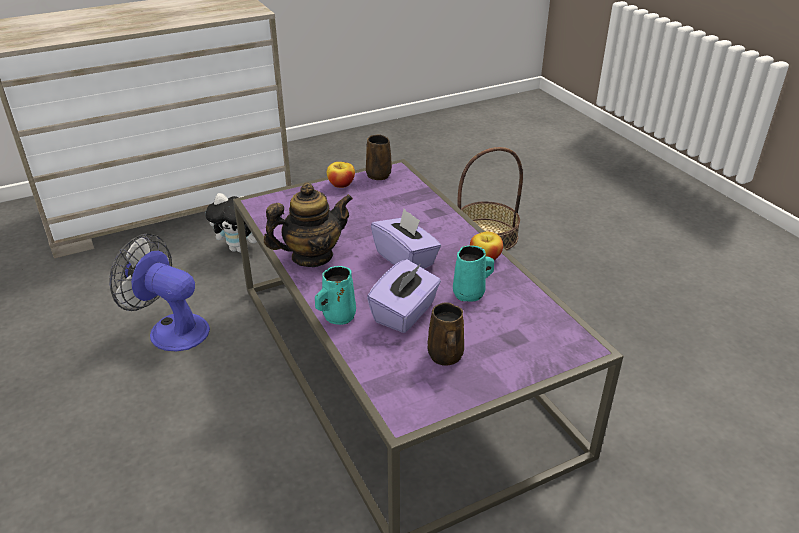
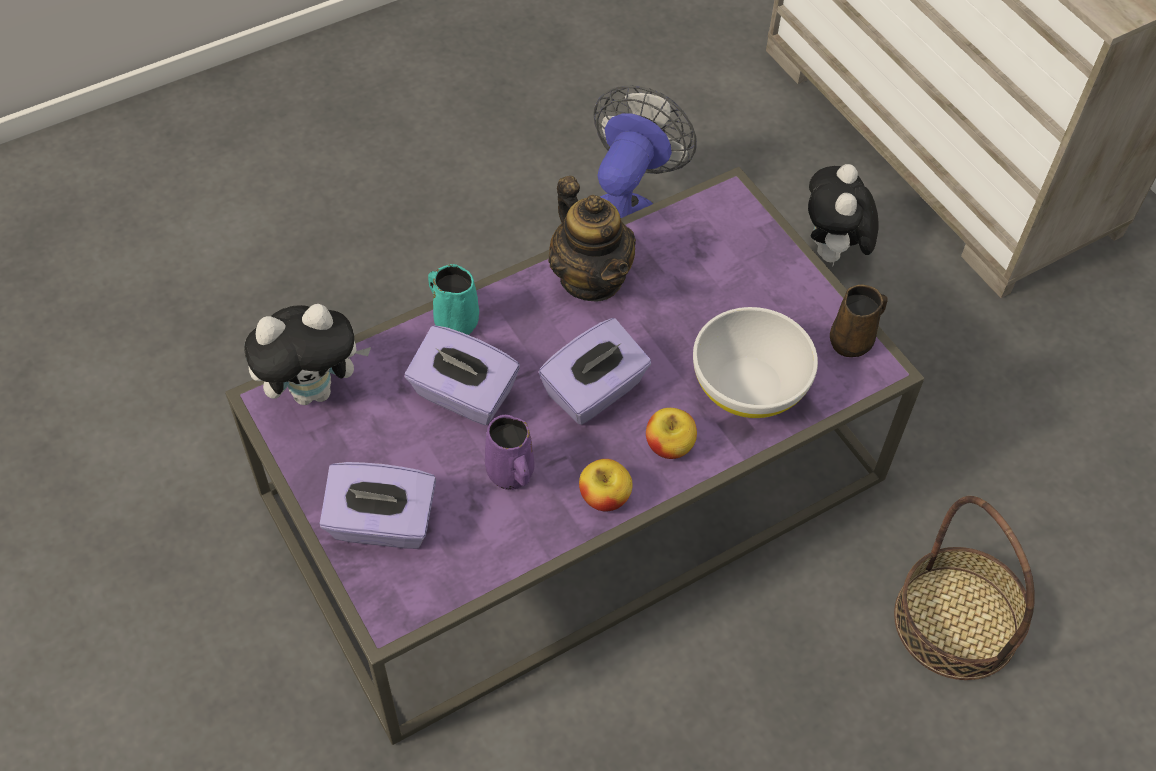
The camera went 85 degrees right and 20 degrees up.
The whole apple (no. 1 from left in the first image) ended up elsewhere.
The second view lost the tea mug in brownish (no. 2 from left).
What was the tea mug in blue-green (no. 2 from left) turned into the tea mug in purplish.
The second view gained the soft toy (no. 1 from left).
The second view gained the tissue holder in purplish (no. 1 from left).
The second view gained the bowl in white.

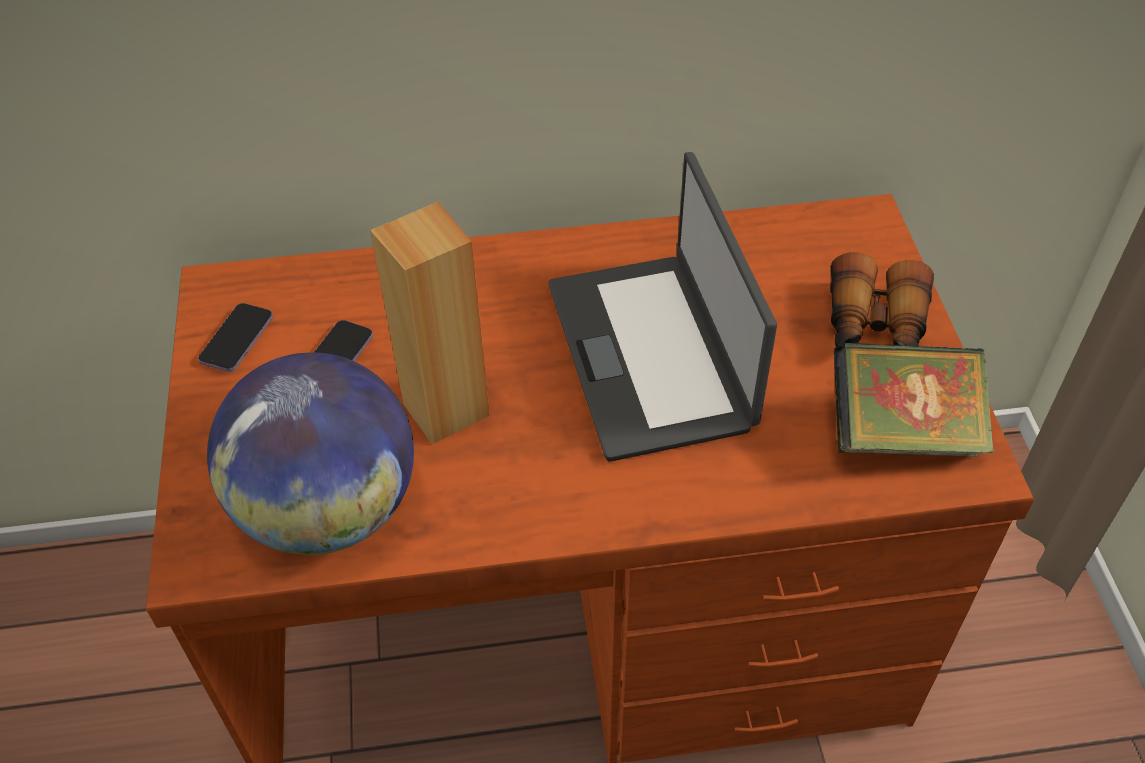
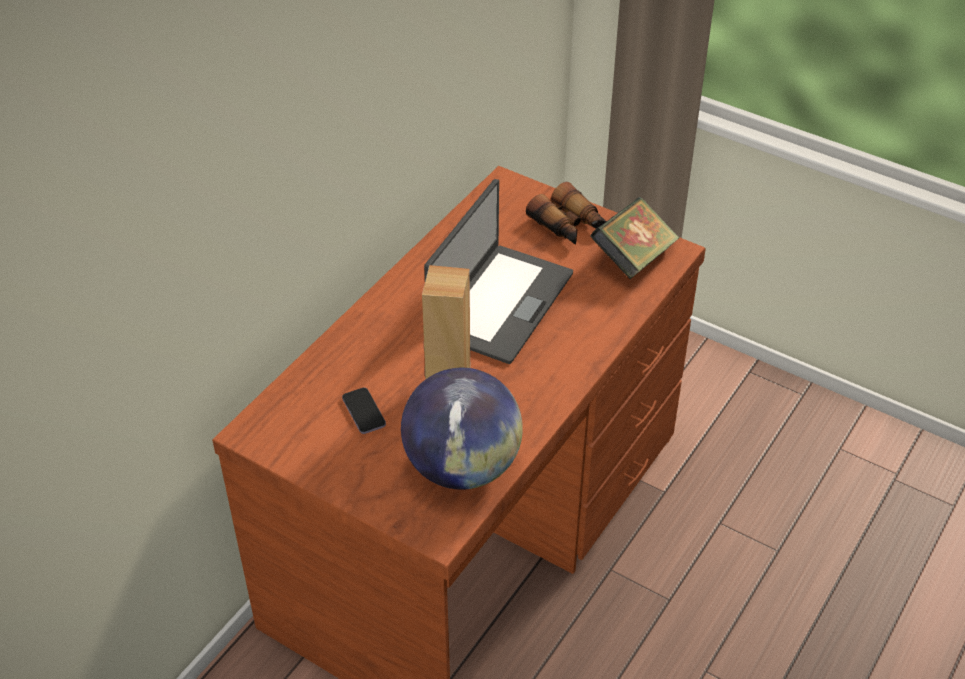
The camera went 50 degrees left and 5 degrees down.
The second view lost the telephone (no. 1 from left).
The laptop ended up facing another way, 90 degrees counterclockwise from before.

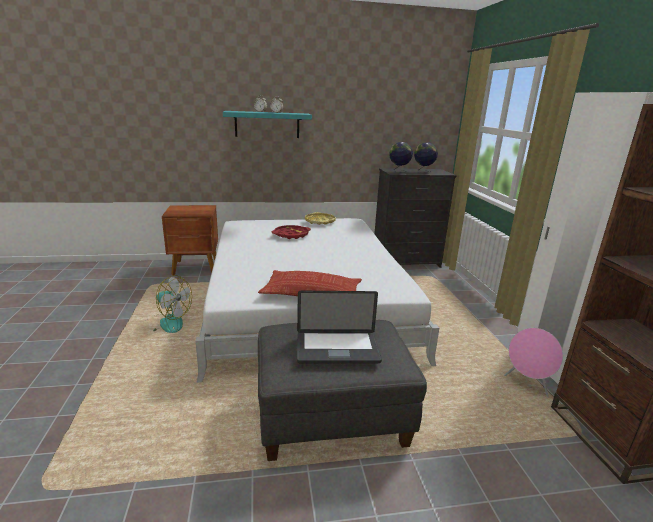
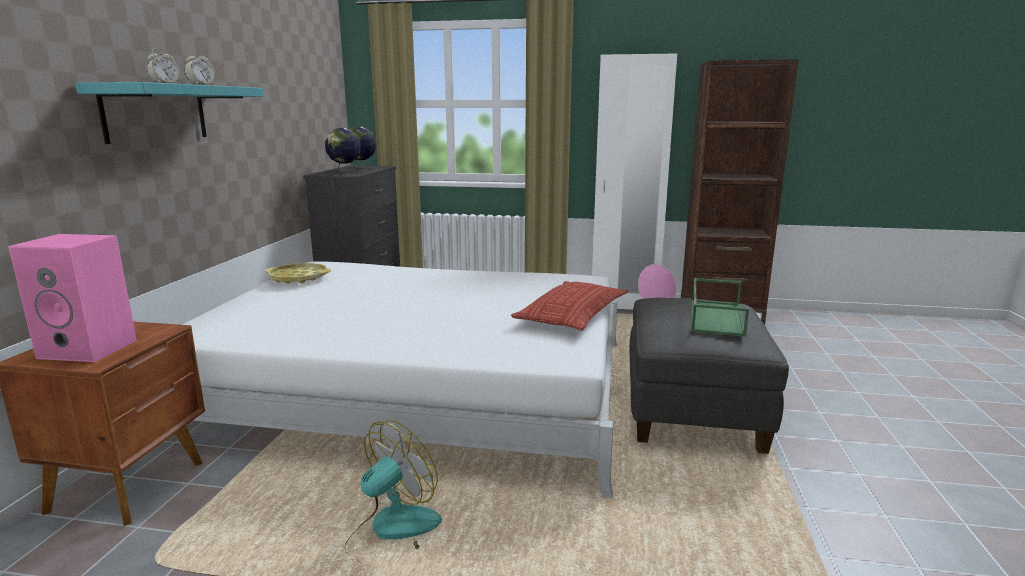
The camera went 70 degrees left and 5 degrees down.
The second view lost the tray in red.
Where the laptop stood, the tray in green-coloured came to stand.
The second view gained the loudspeaker in pink-coloured (no. 1 from left).

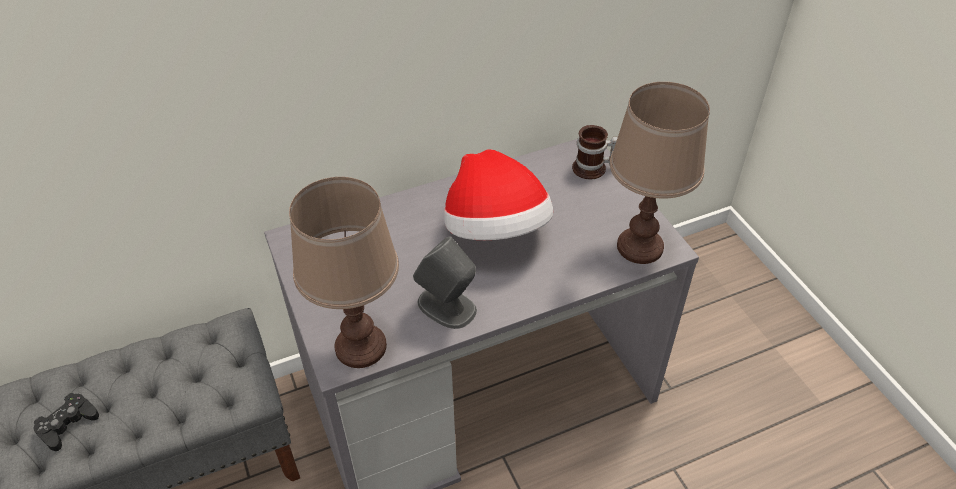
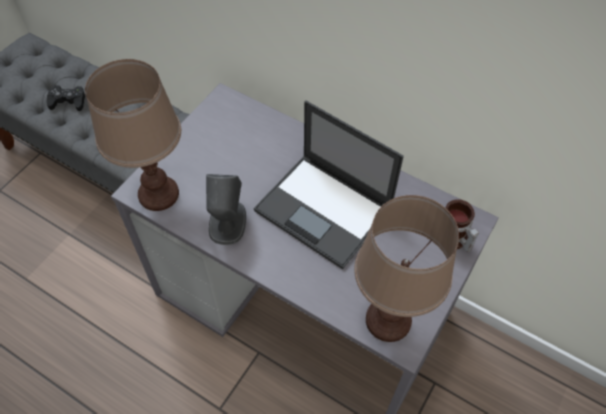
The camera went 55 degrees right and 10 degrees up.
Where the clothing hat stood, the laptop came to stand.

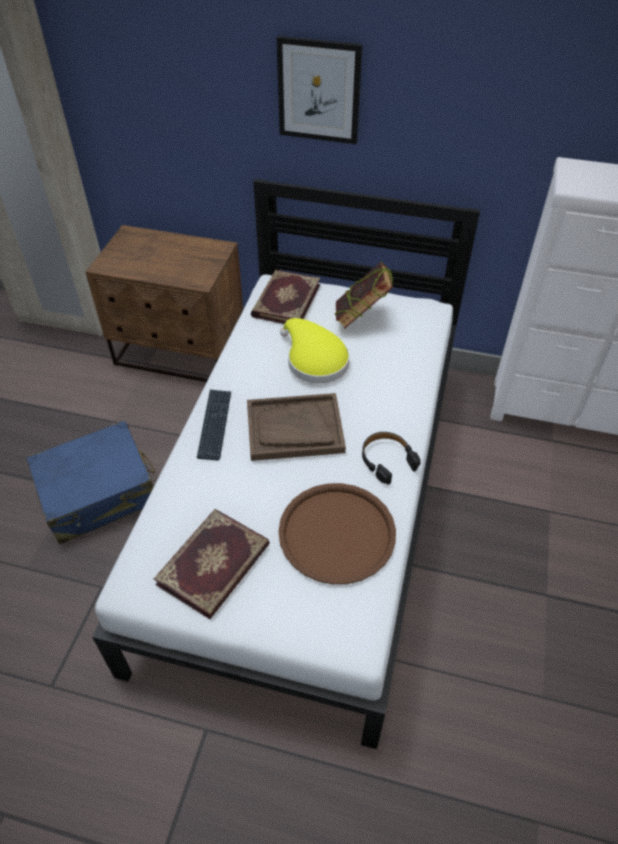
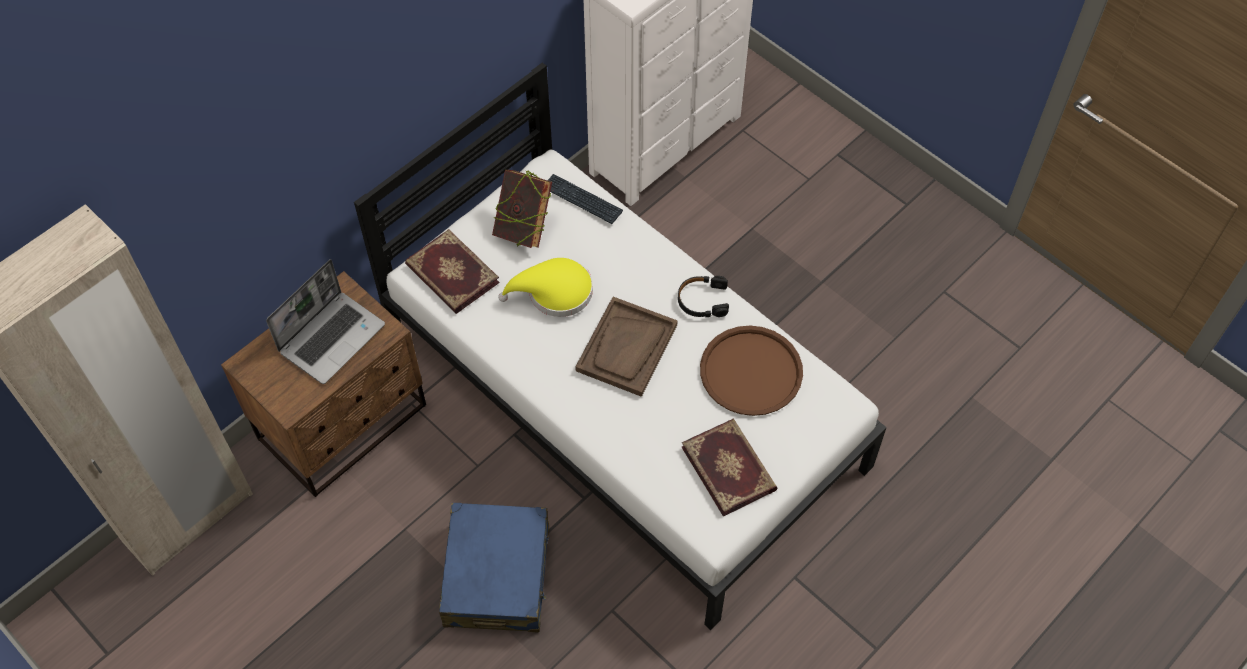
The camera went 60 degrees left and 10 degrees up.
The PC keyboard ended up elsewhere.
The second view lost the wall picture.
The second view gained the laptop.

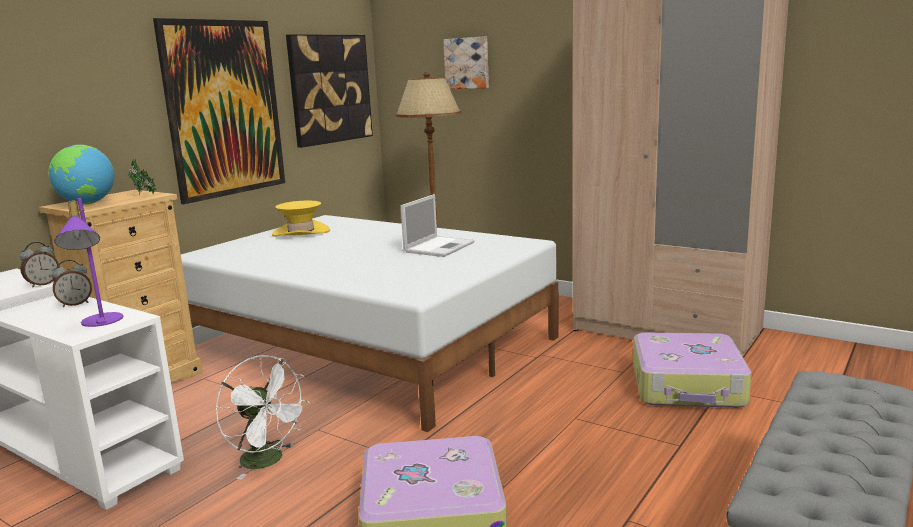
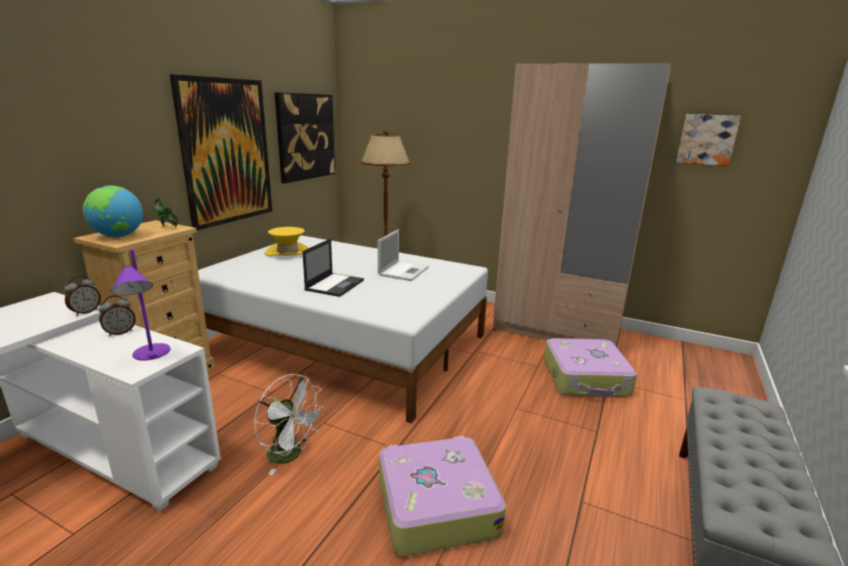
The camera went 10 degrees left and 5 degrees up.
The wall picture (no. 3 from left) ended up elsewhere.
The second view gained the laptop (no. 1 from left).

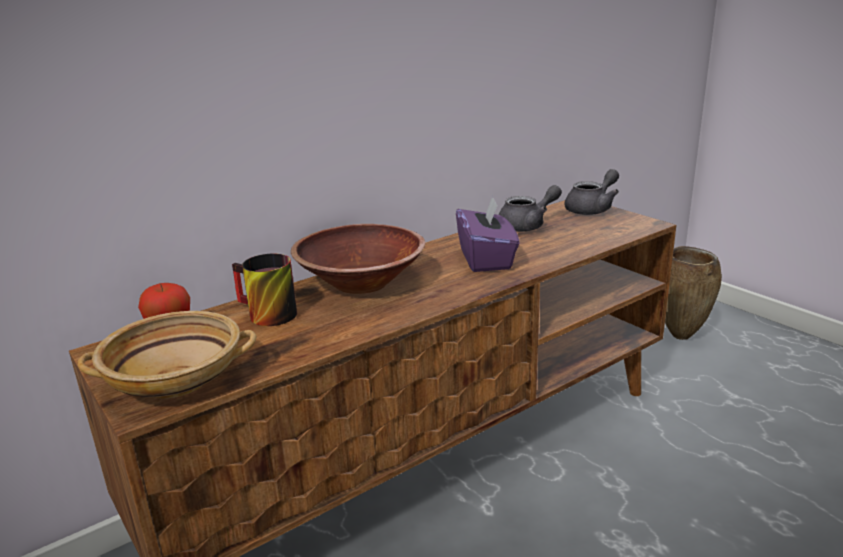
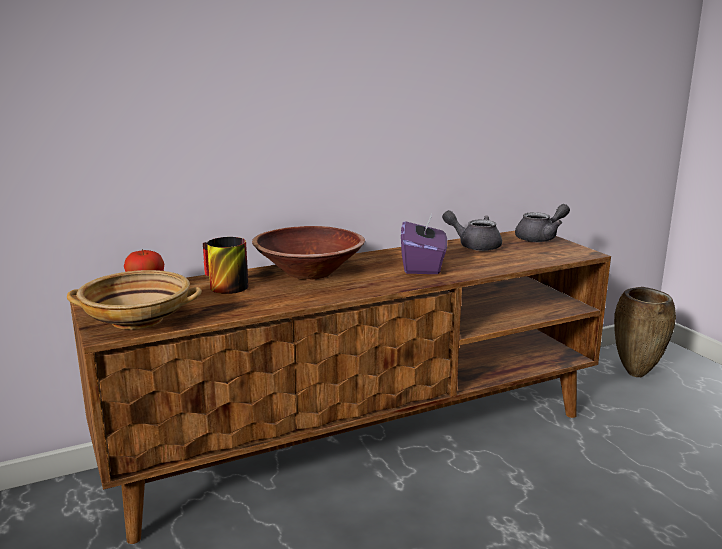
The camera went 10 degrees right and 5 degrees down.
The pot for tea in greyish (no. 1 from left) ended up facing another way, 135 degrees counterclockwise from before.

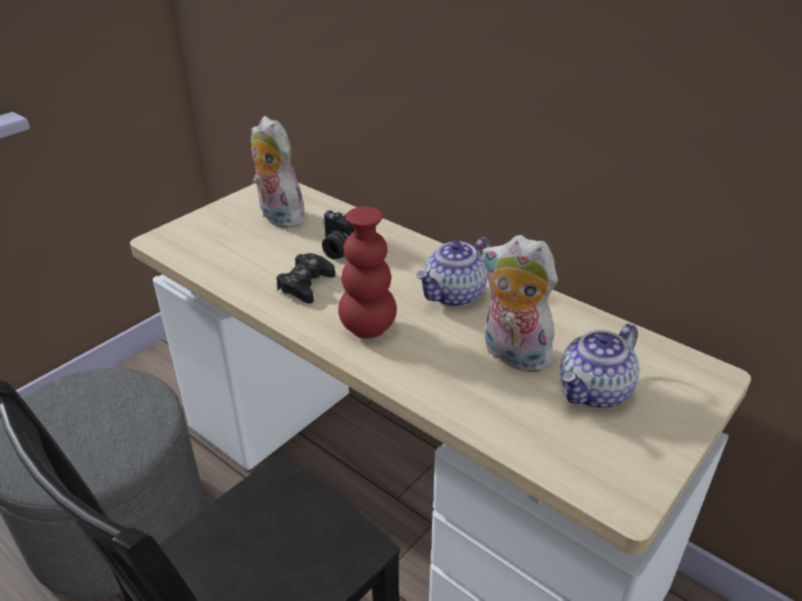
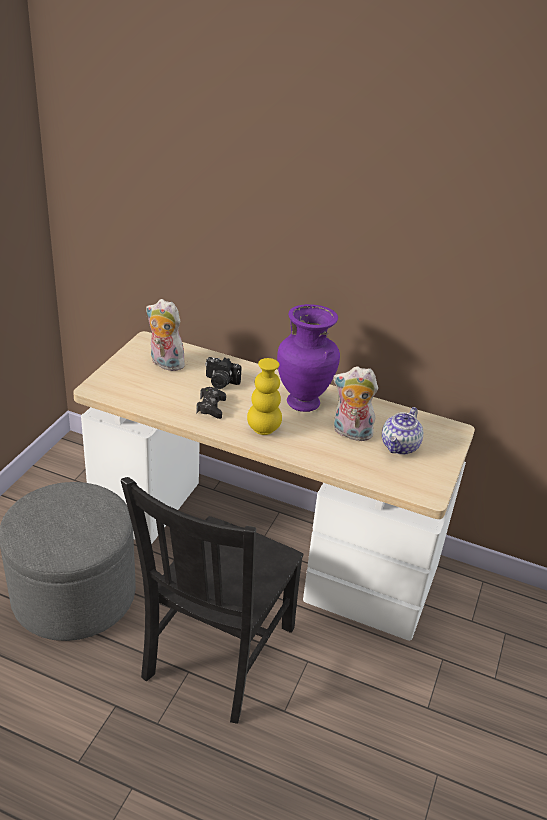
The camera went 20 degrees left and 0 degrees up.
What was the vase in red turned into the vase in yellow.
Where the pot for tea (no. 1 from left) stood, the vase in purplish came to stand.

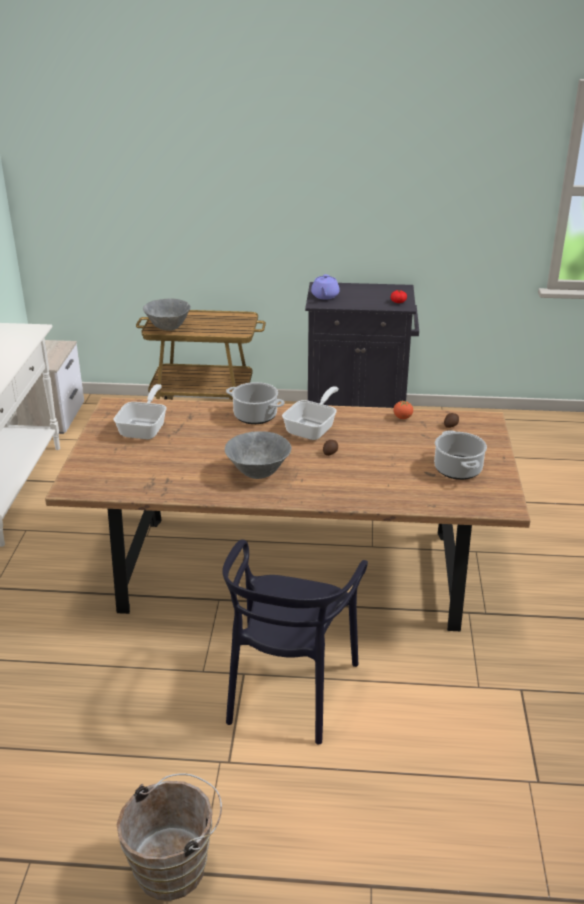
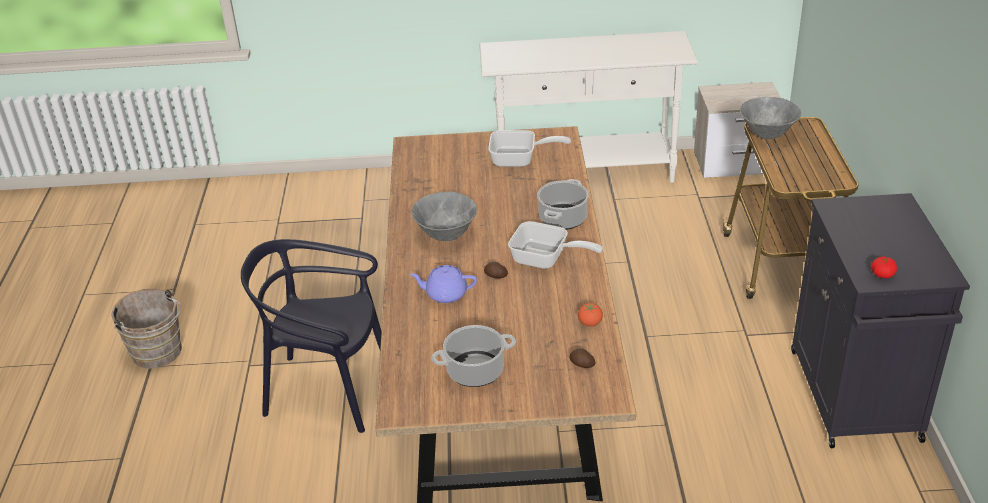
The camera went 85 degrees right and 5 degrees up.
The pot for tea in purplish ended up elsewhere.

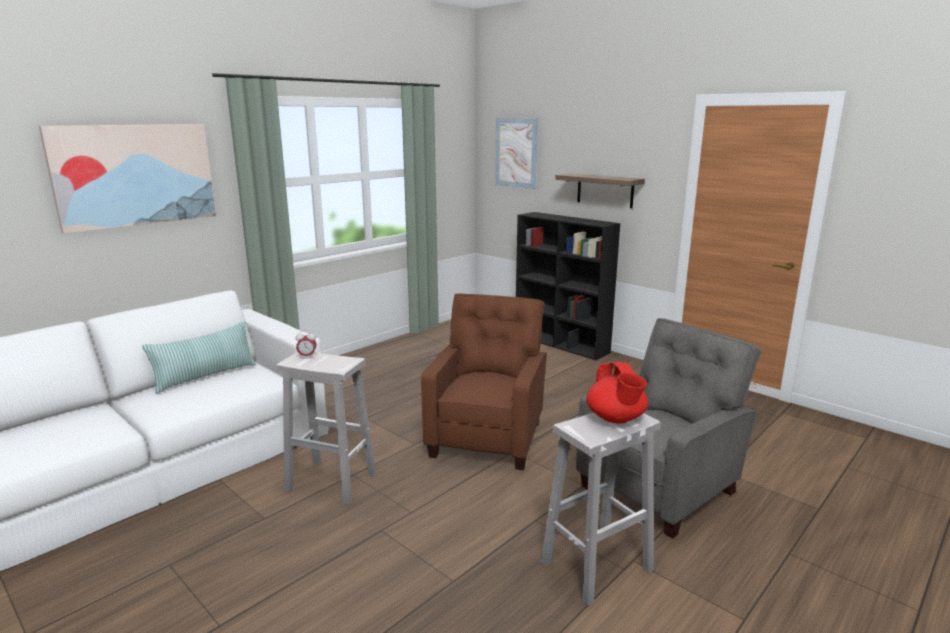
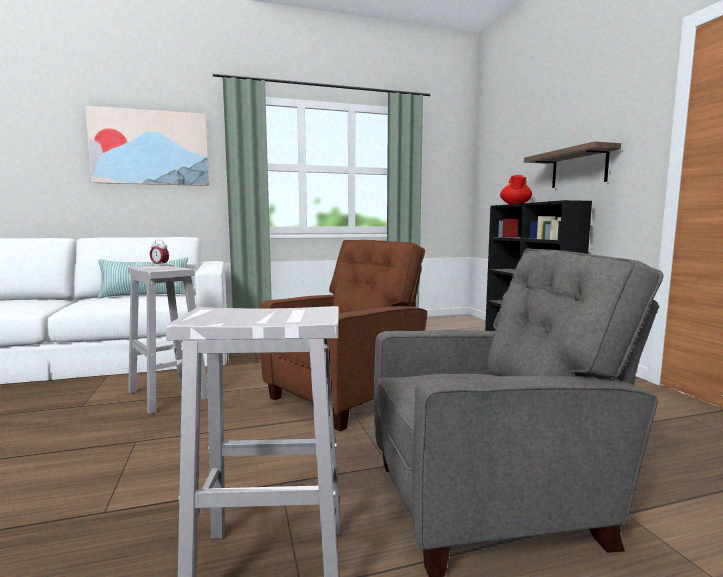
The camera went 30 degrees right and 10 degrees down.
The second view lost the wall picture (no. 2 from left).
The pot for tea in red ended up elsewhere.

